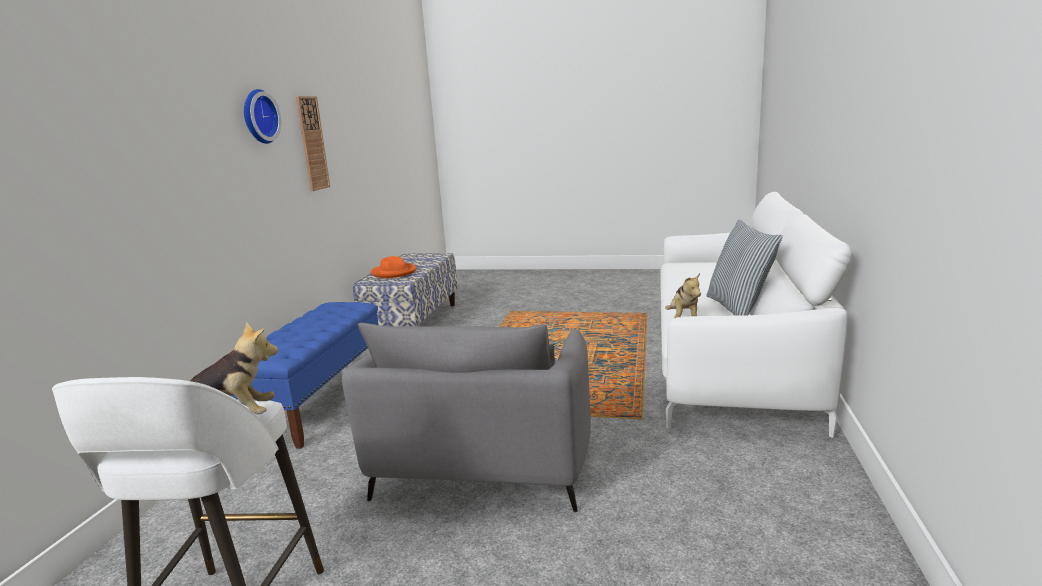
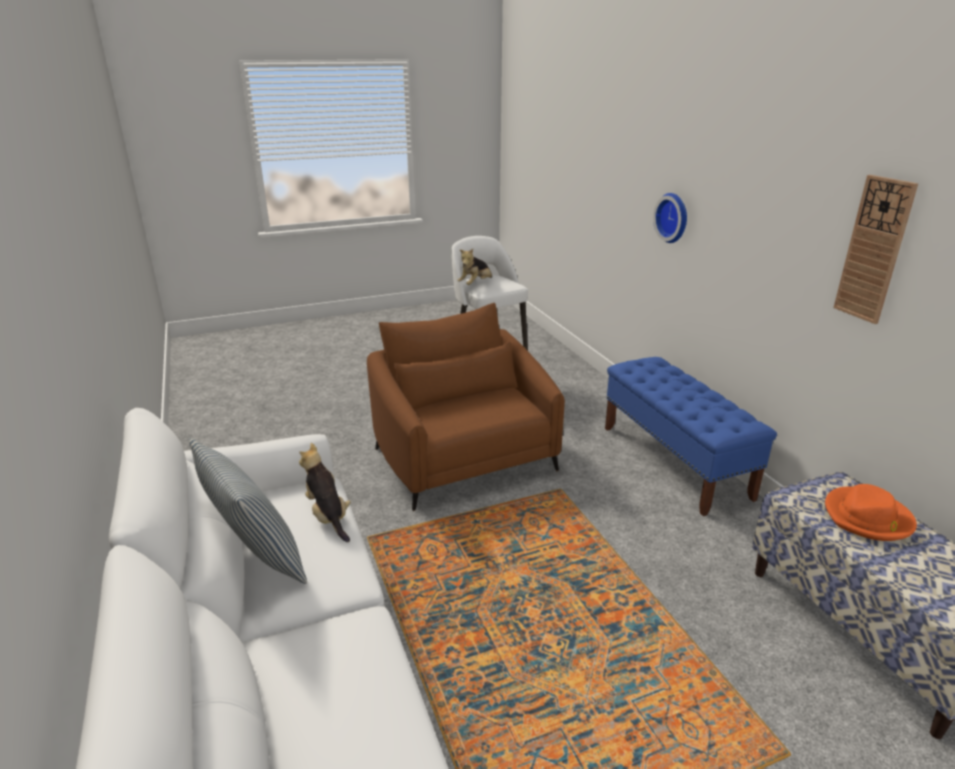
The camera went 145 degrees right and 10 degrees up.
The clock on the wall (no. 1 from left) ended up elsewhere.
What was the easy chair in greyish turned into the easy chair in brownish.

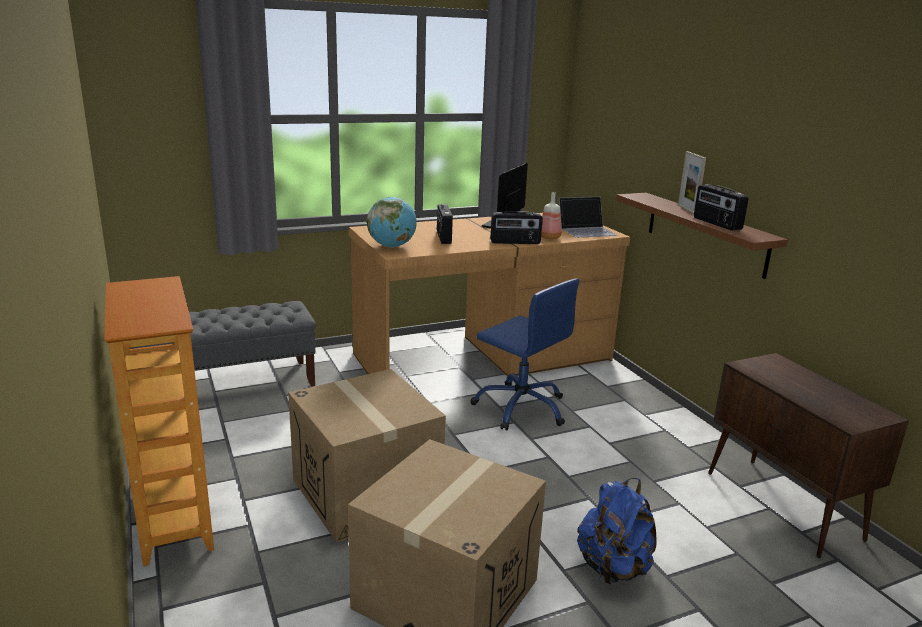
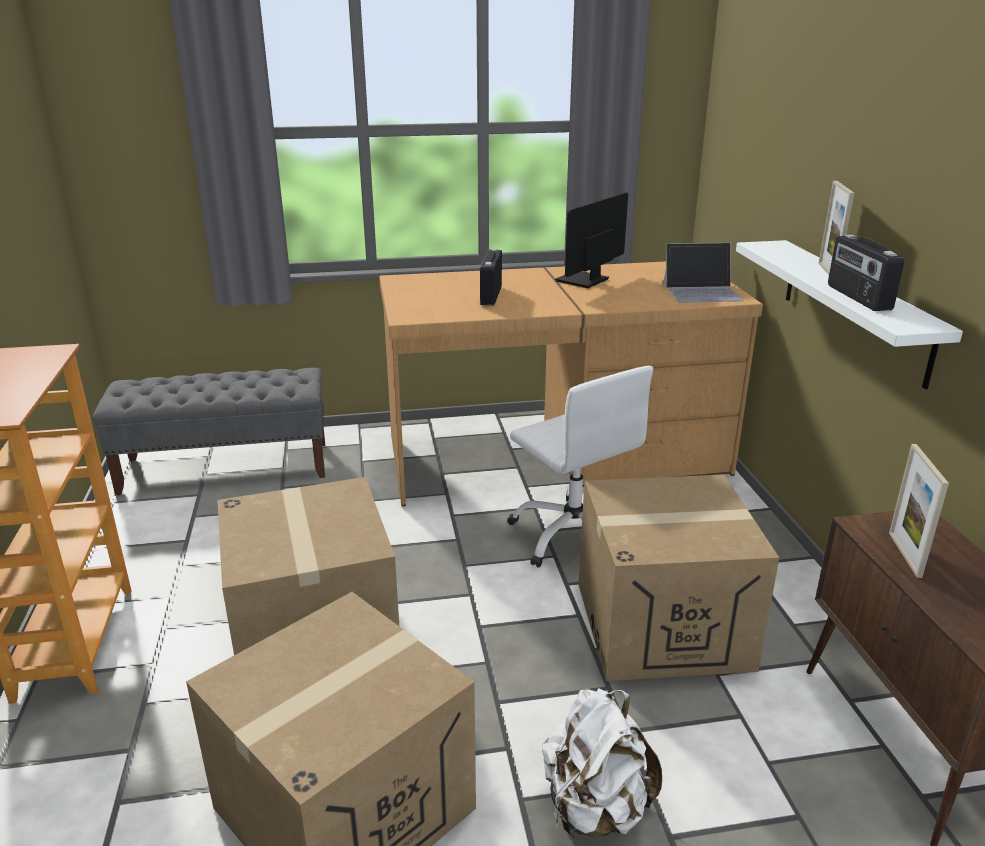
The camera went 15 degrees right and 5 degrees up.
The second view lost the desk globe.
What was the office chair in bluish turned into the office chair in white.
The second view lost the radio (no. 2 from left).
The second view lost the bottle.
What was the backpack in bluish turned into the backpack in white.
What was the bracket shelf in brownish turned into the bracket shelf in white.
The second view gained the cardboard box (no. 3 from left).
The second view gained the standing frame (no. 2 from left).

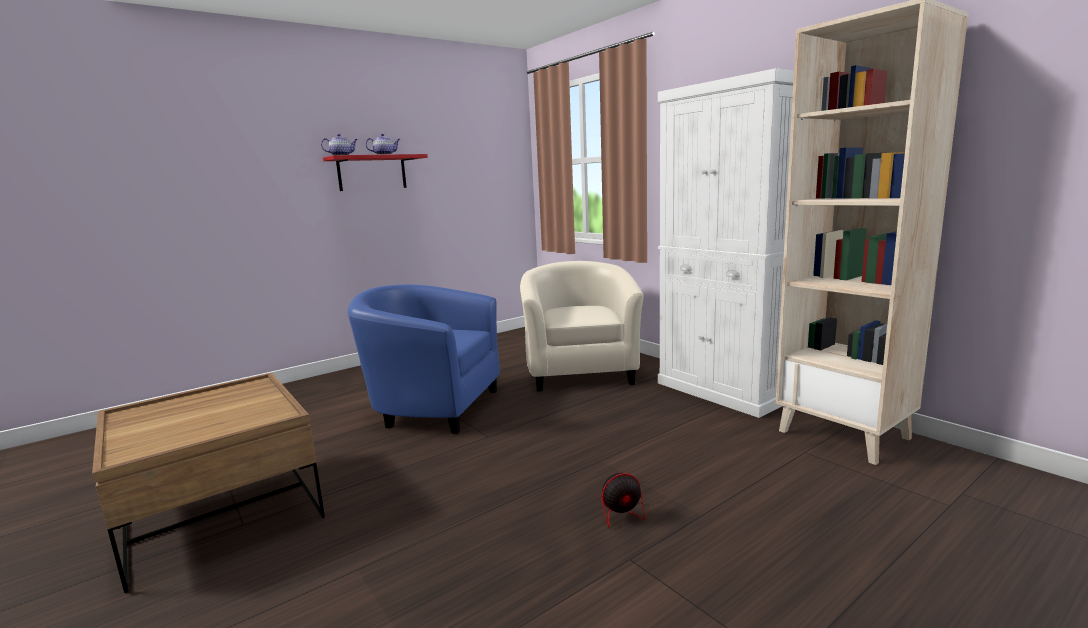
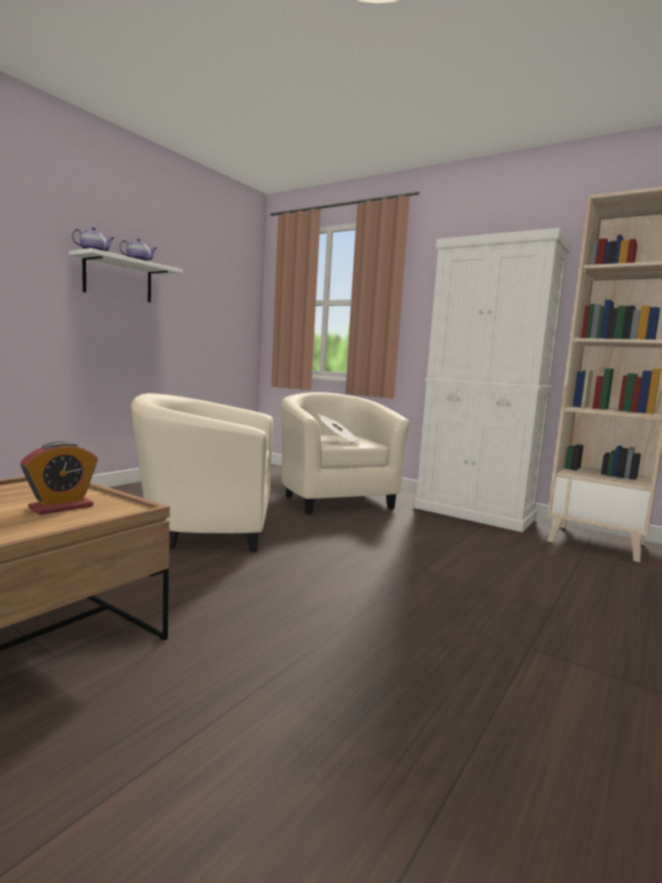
The camera went 20 degrees left and 5 degrees down.
What was the bracket shelf in red turned into the bracket shelf in white.
What was the easy chair in bluish turned into the easy chair in sand-coloured (no. 1 from left).
The second view lost the cooling fan.
The second view gained the bedside clock.
The second view gained the printed paper.

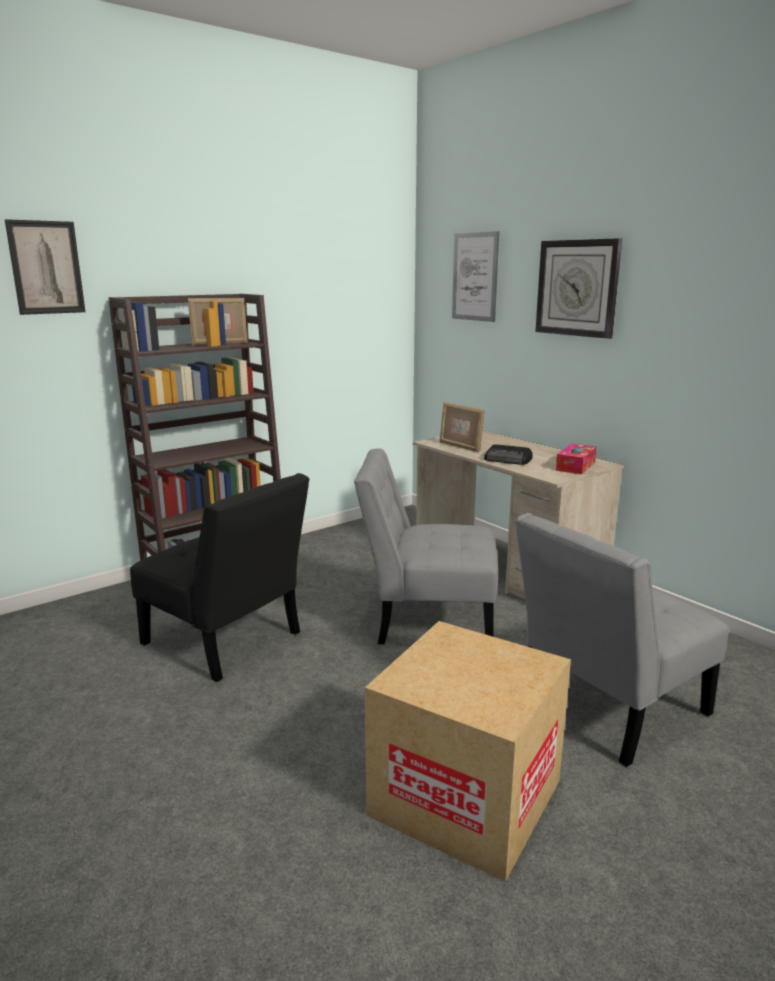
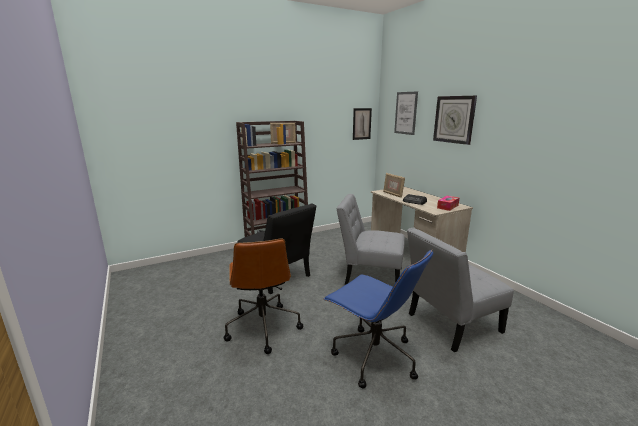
The camera went 10 degrees right and 0 degrees up.
The wall picture (no. 1 from left) ended up elsewhere.
Where the cardboard box stood, the office chair in bluish came to stand.
The second view gained the office chair in brownish.

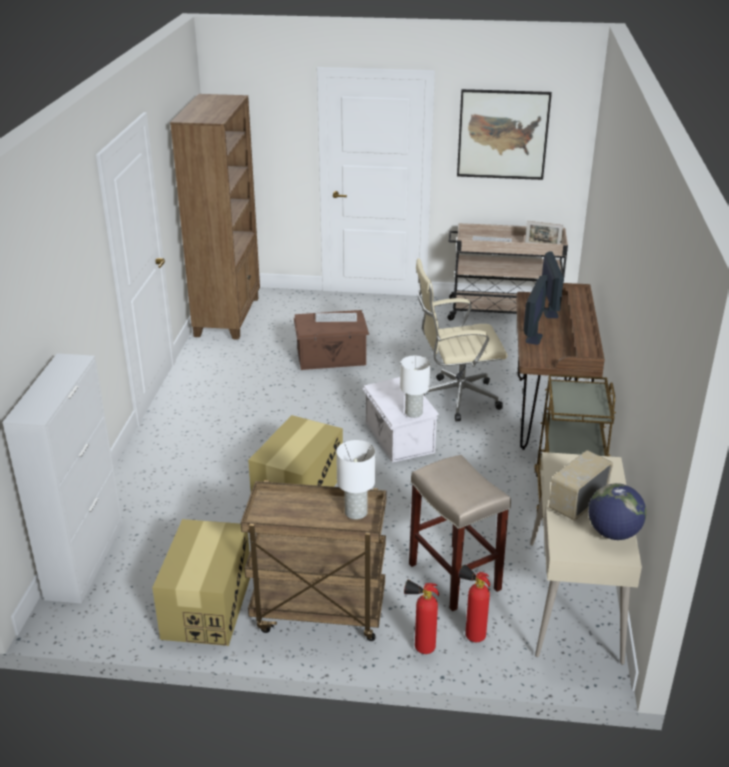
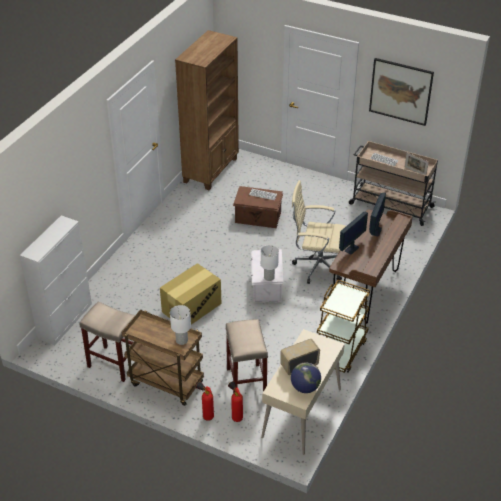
The camera went 20 degrees right and 10 degrees up.
Where the cardboard box (no. 1 from left) stood, the stool seat in sand-coloured (no. 1 from left) came to stand.

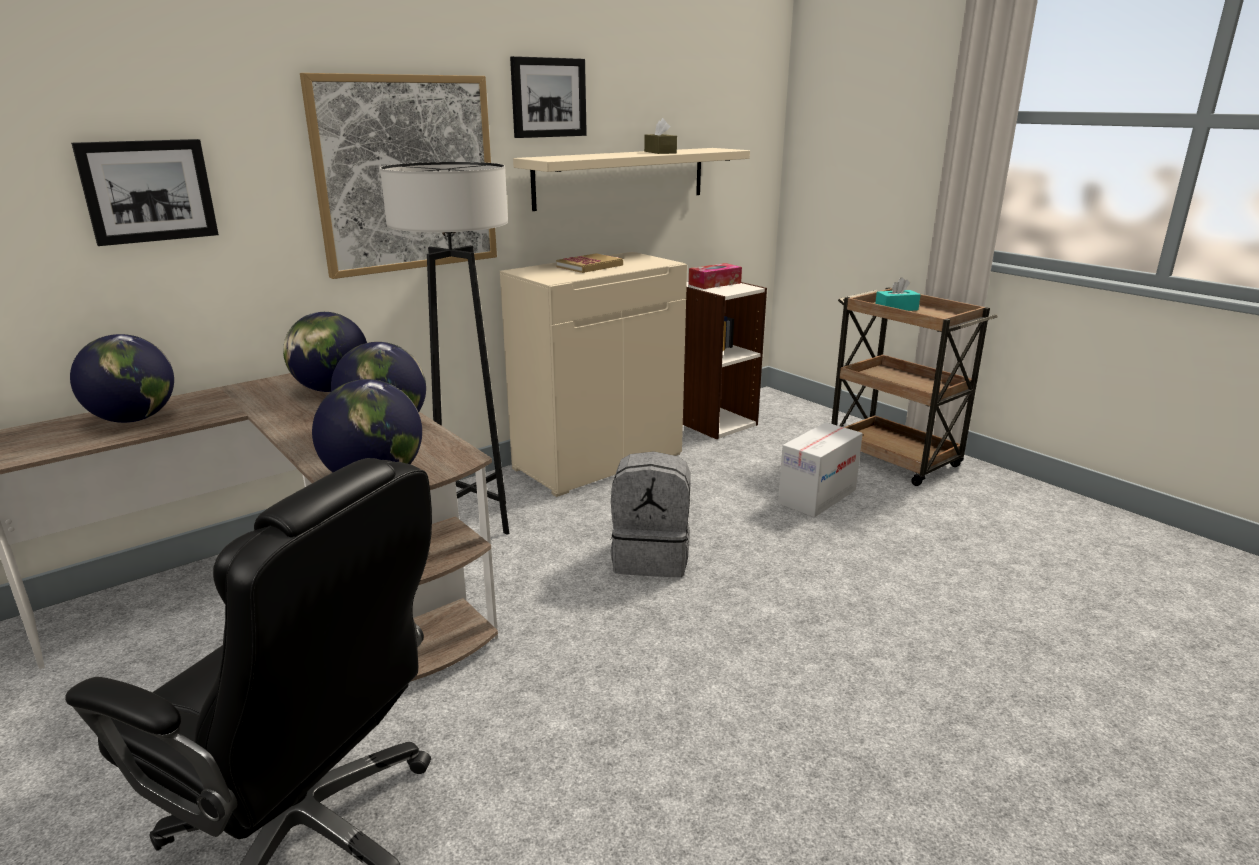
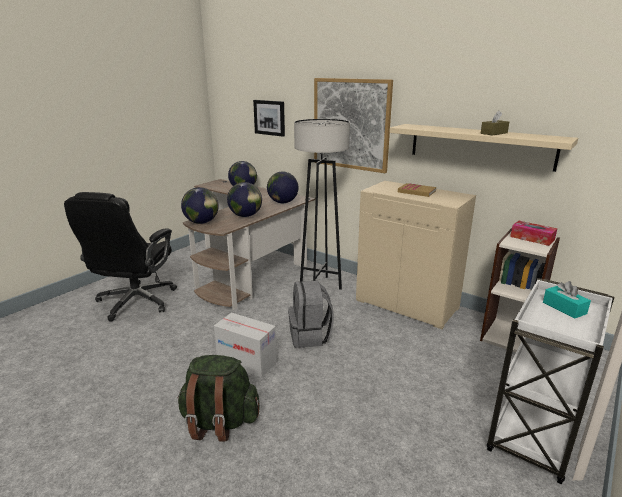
The camera went 75 degrees right and 0 degrees up.
The second view lost the wall picture (no. 3 from left).
The cardboard box ended up elsewhere.
What was the cart in brownish turned into the cart in white.
The second view gained the backpack in green-coloured.

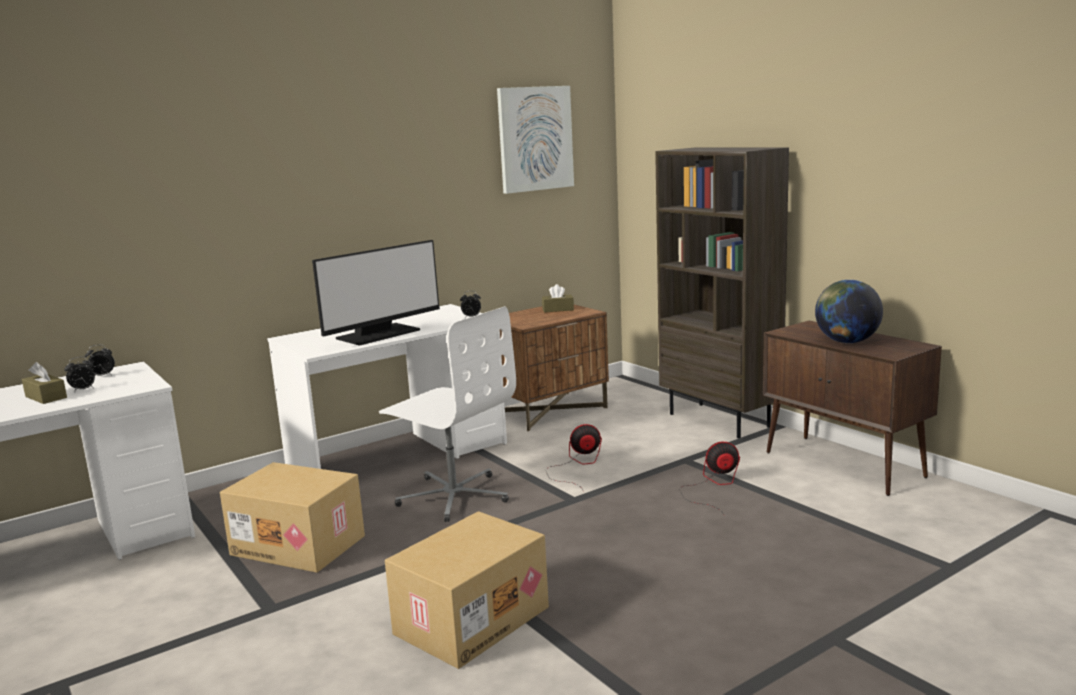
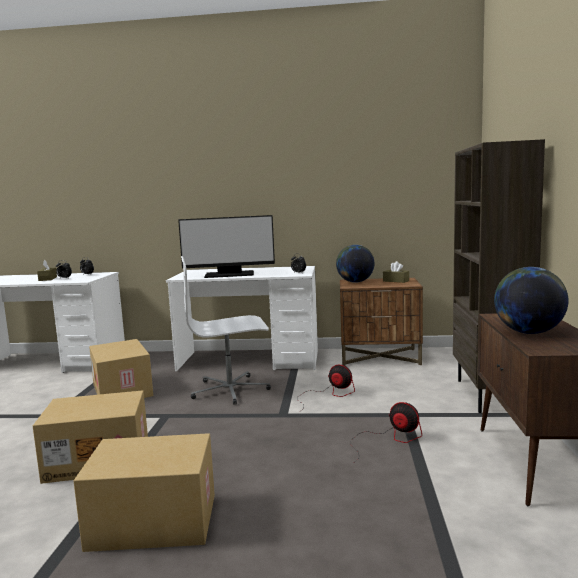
The camera went 40 degrees right and 5 degrees down.
The office chair in white ended up facing another way, 90 degrees clockwise from before.
The second view lost the wall picture.
The second view gained the cardboard box (no. 3 from left).
The second view gained the desk globe (no. 1 from left).

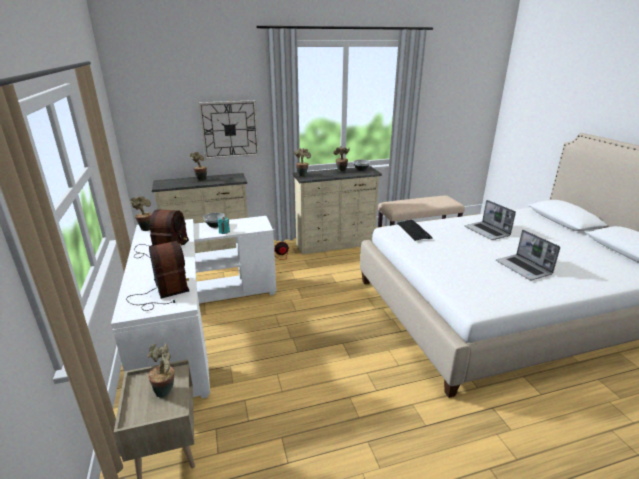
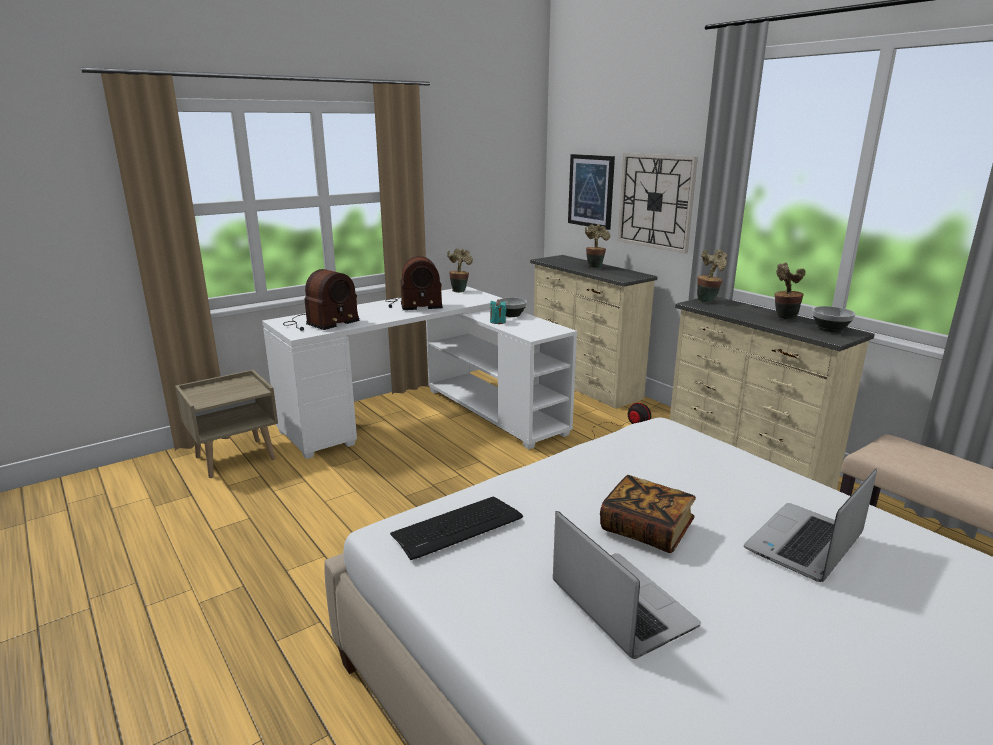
The camera went 70 degrees right and 5 degrees down.
The second view lost the houseplant (no. 2 from left).
The PC keyboard ended up elsewhere.
The laptop (no. 2 from left in the first image) ended up facing another way, 105 degrees clockwise from before.
The second view gained the wall picture.
The second view gained the book.

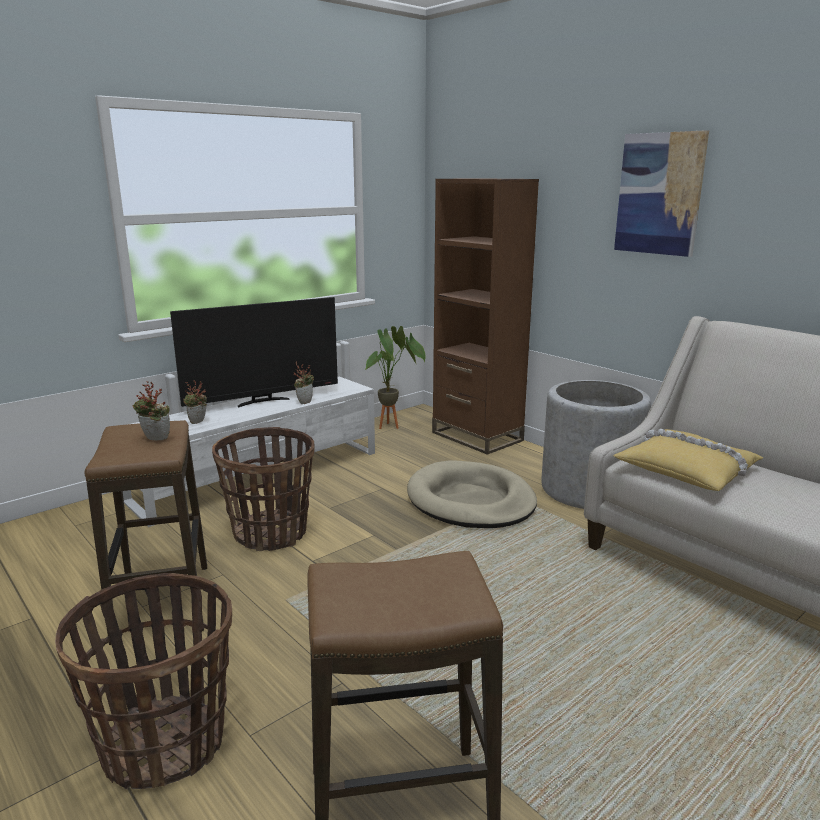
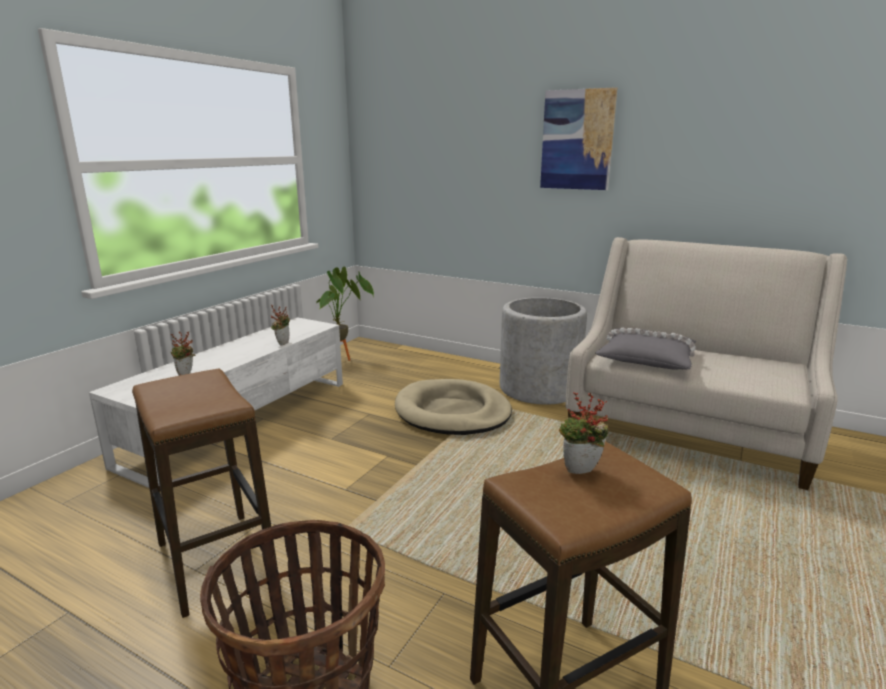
The camera went 20 degrees left and 0 degrees up.
The houseplant (no. 1 from left in the first image) ended up elsewhere.
The second view lost the TV.
The second view lost the storage basket (no. 2 from left).
The second view lost the bookcase in brownish.
What was the pillow in yellow turned into the pillow in greyish.

